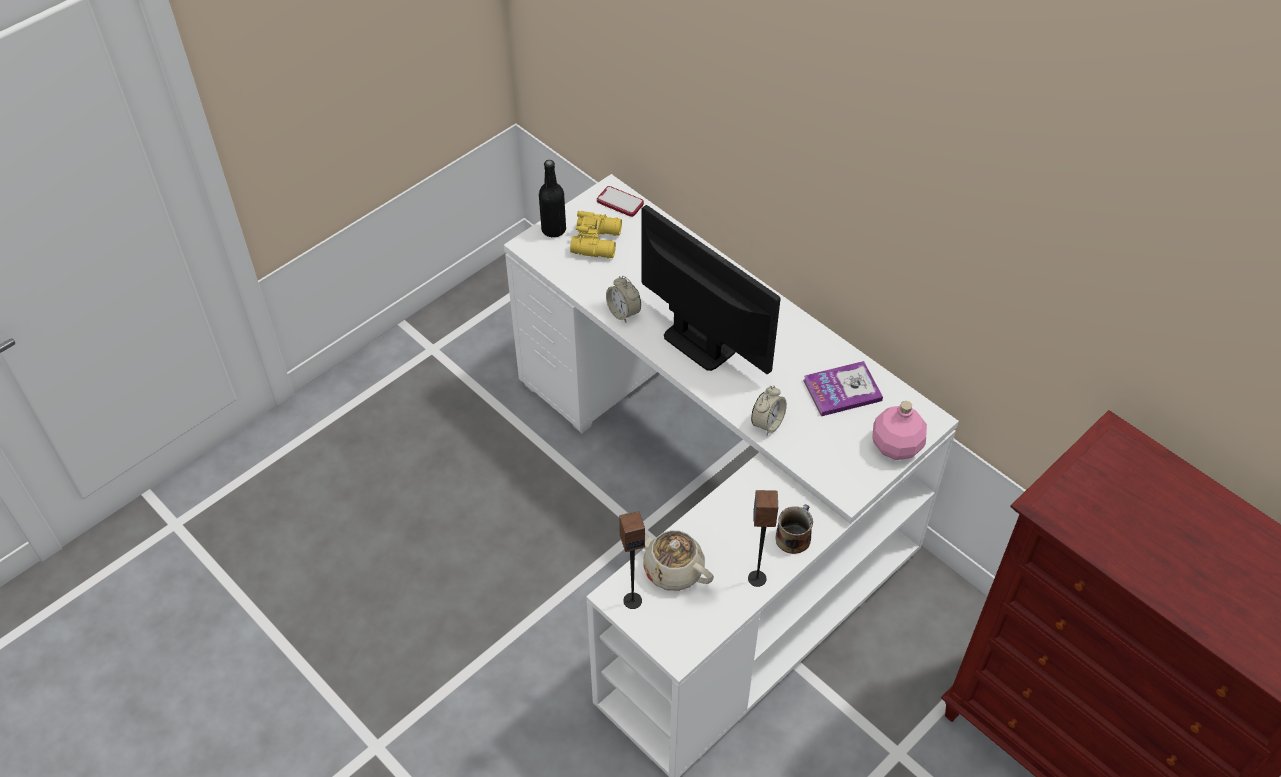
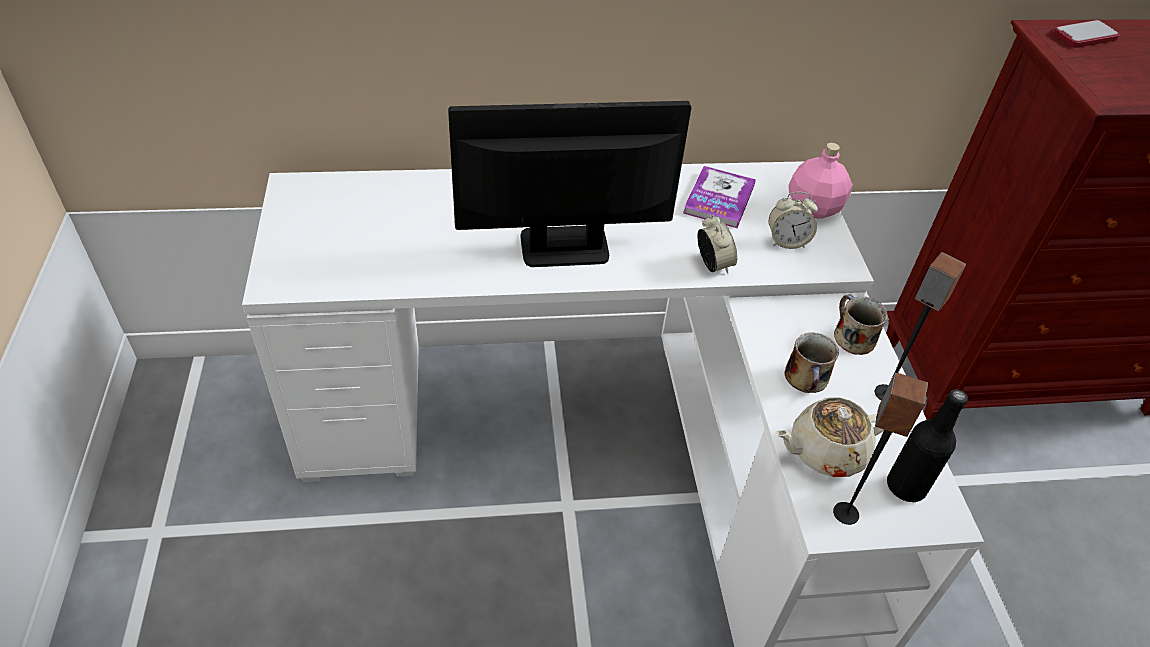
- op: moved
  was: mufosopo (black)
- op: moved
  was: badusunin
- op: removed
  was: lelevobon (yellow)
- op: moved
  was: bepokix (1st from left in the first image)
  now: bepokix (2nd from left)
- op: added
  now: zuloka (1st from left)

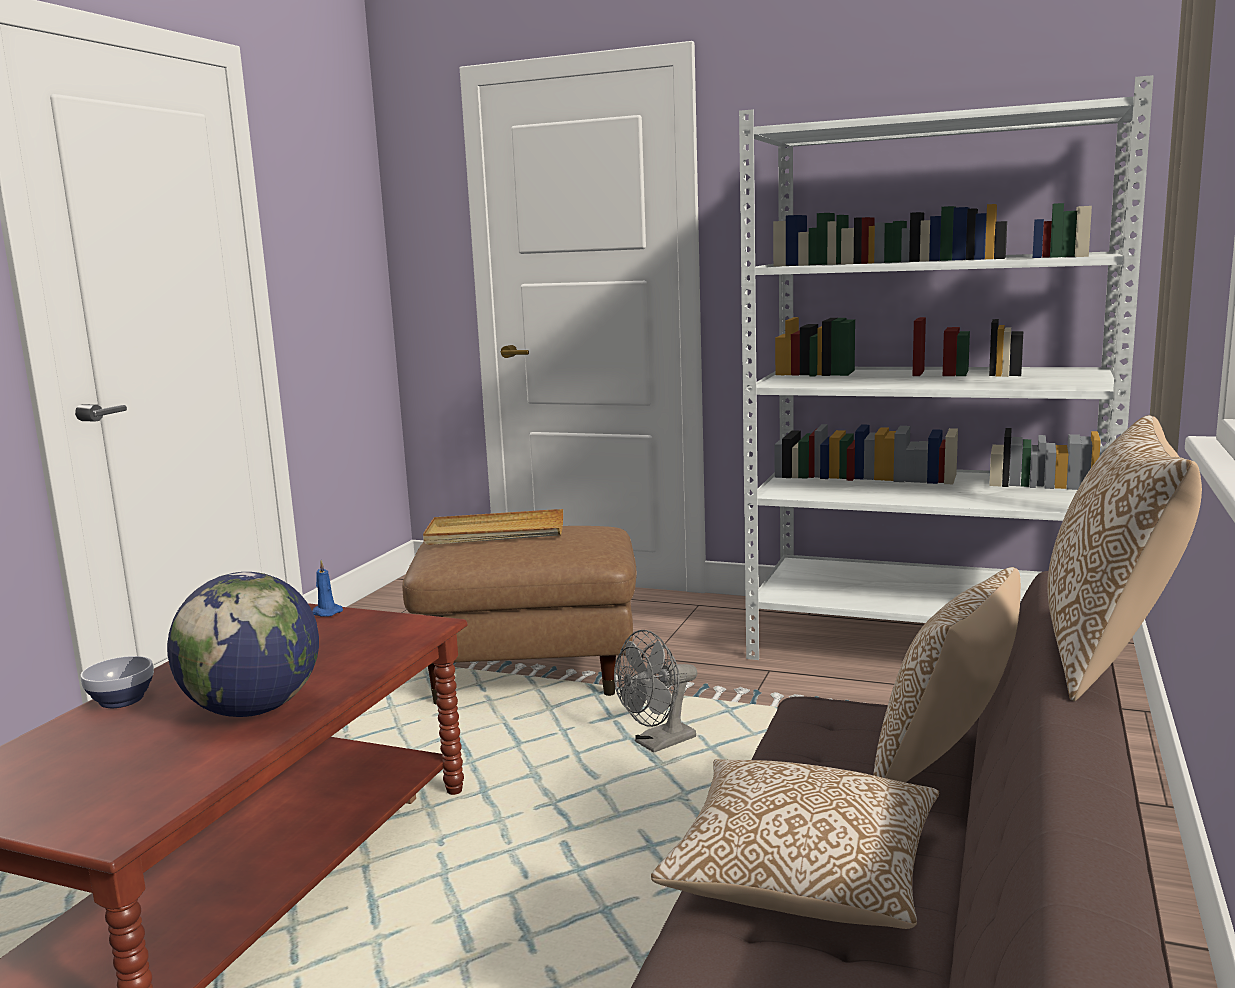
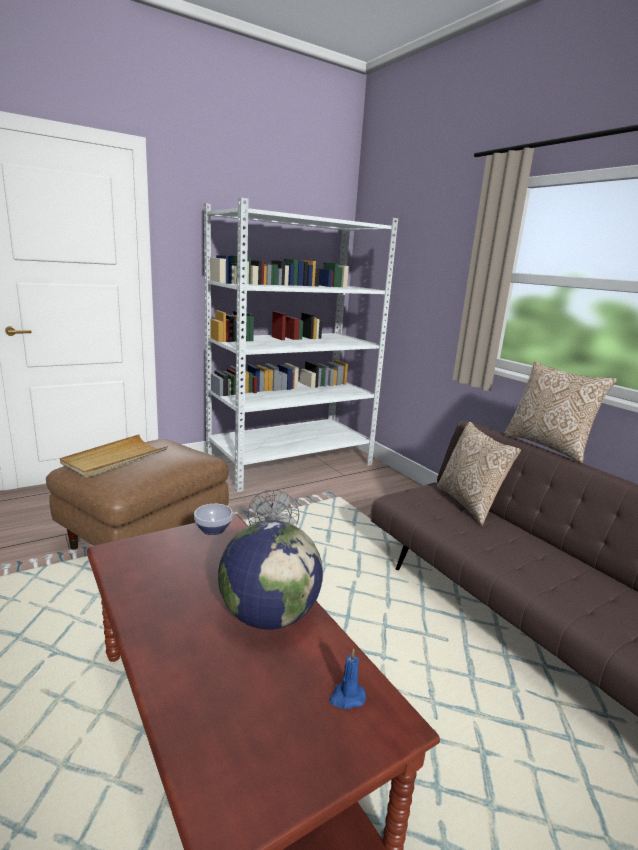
- op: moved
  was: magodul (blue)
- op: moved
  was: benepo
- op: removed
  was: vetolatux (1st from left)

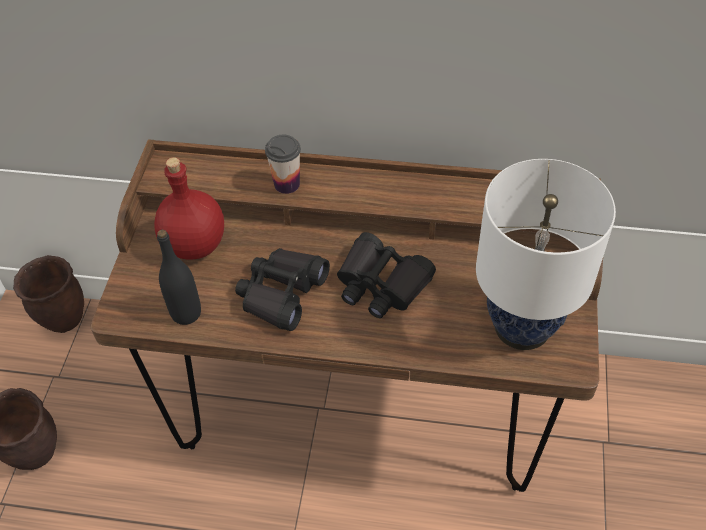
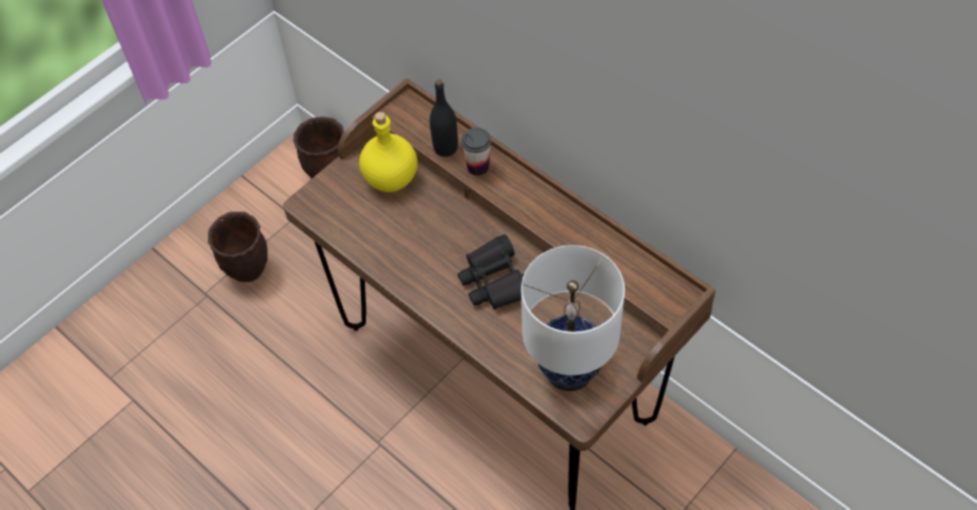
- op: recoloured
  was: mufosopo (red)
  now: mufosopo (yellow)
- op: moved
  was: mufosopo (black)
- op: removed
  was: lelevobon (black) (1st from left)

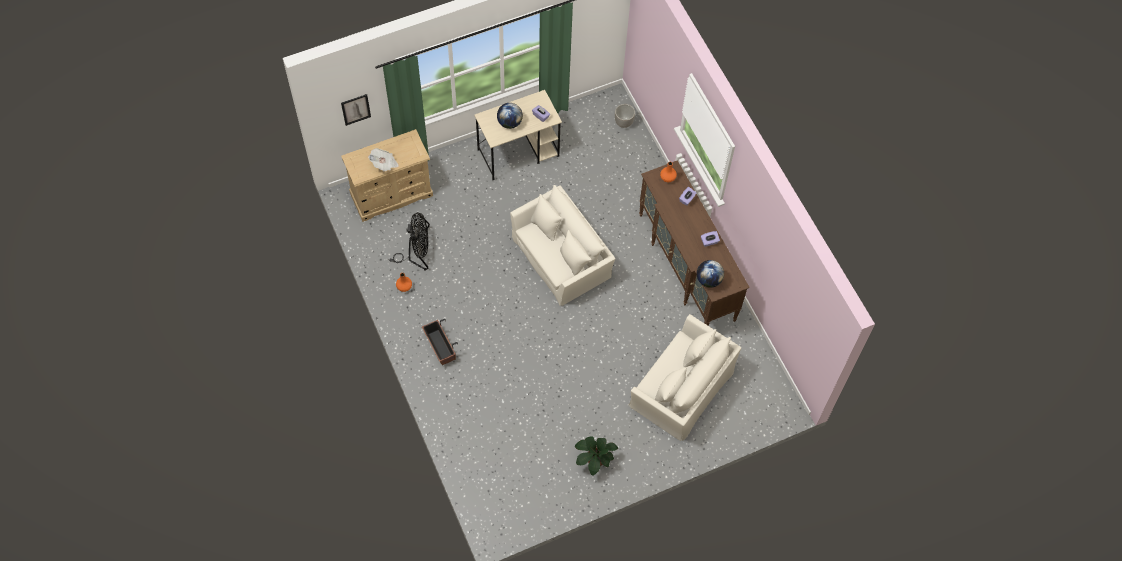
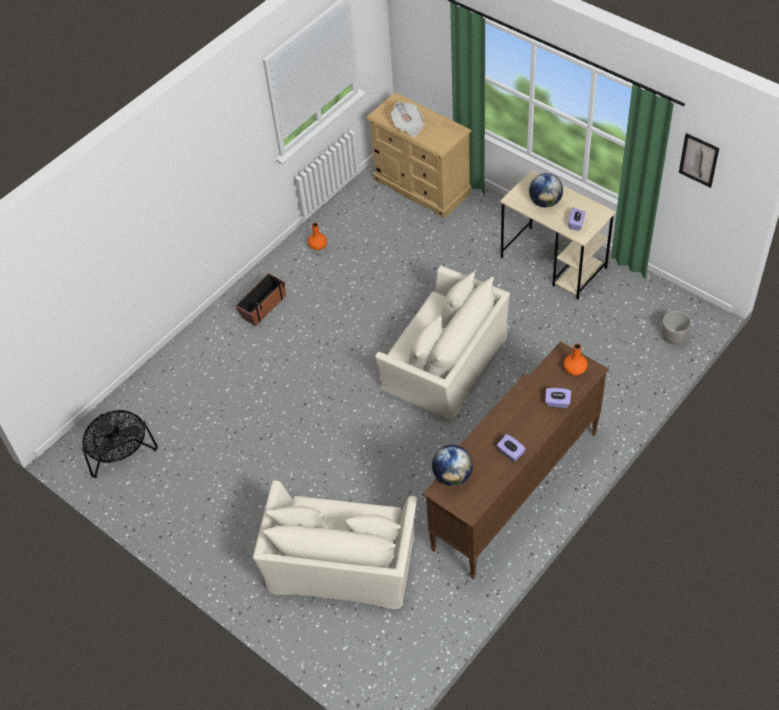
- op: moved
  was: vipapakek
- op: moved
  was: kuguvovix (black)
- op: removed
  was: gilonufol

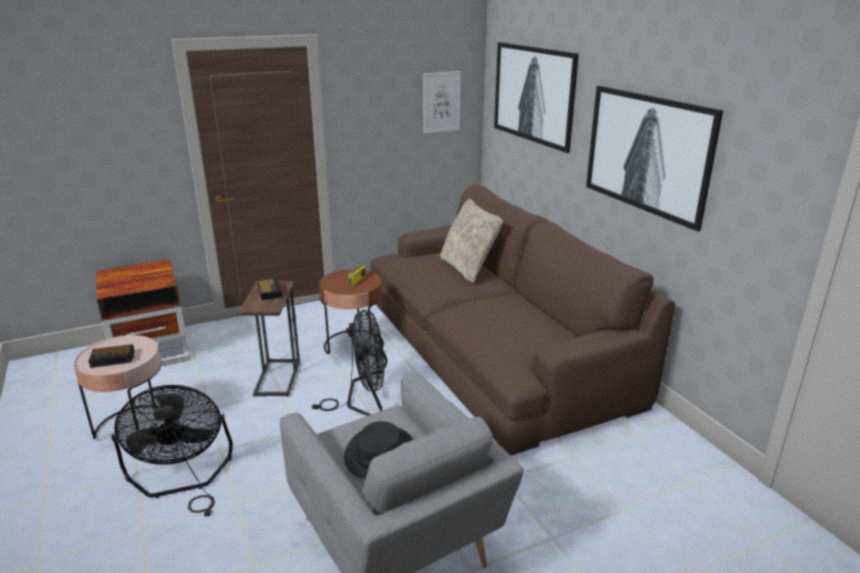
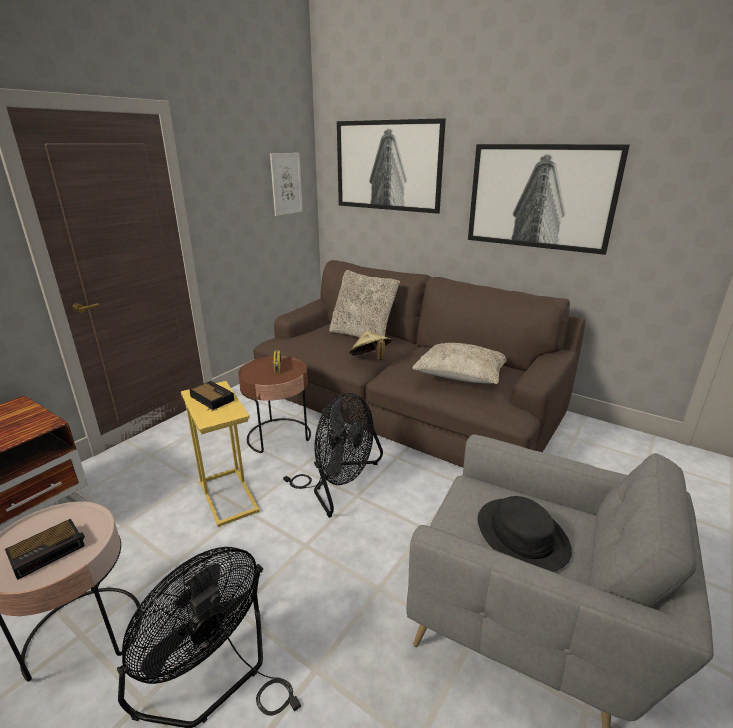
- op: recoloured
  was: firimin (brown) (1st from left)
  now: firimin (yellow)
- op: turned
  was: kuguvovix (black) (2nd from left)
  clockwise: 60
- op: added
  now: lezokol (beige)
- op: added
  now: vetolatux (beige) (2nd from left)

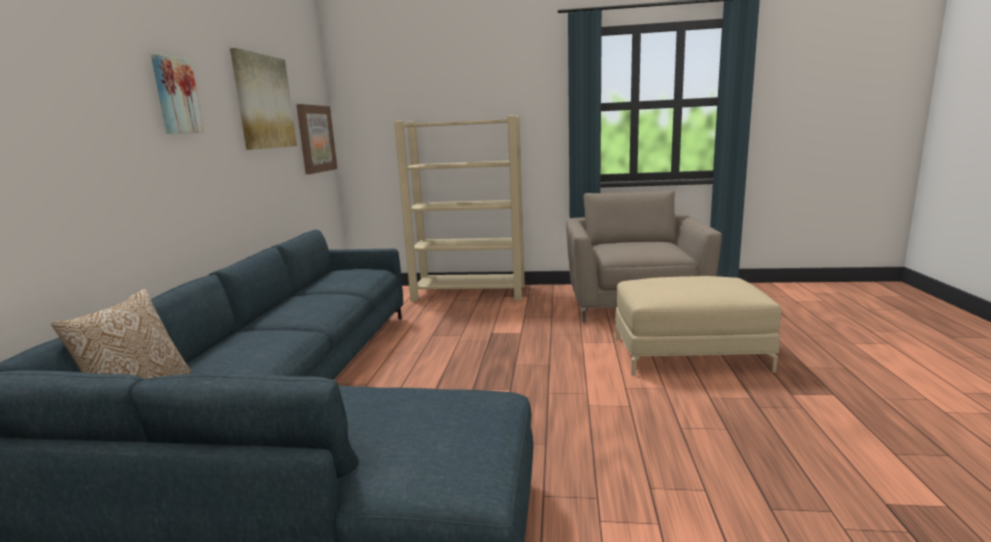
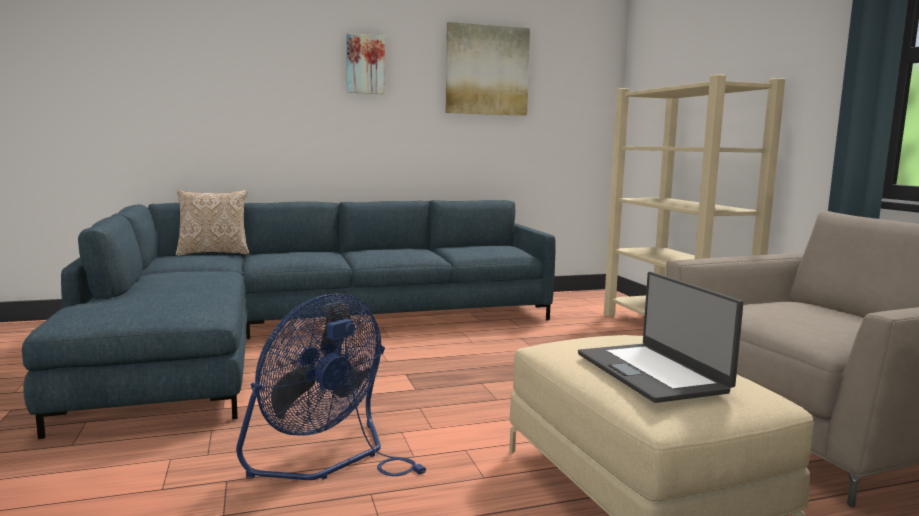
- op: removed
  was: vipapakek (3rd from left)
- op: added
  now: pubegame
- op: added
  now: kuguvovix (blue)

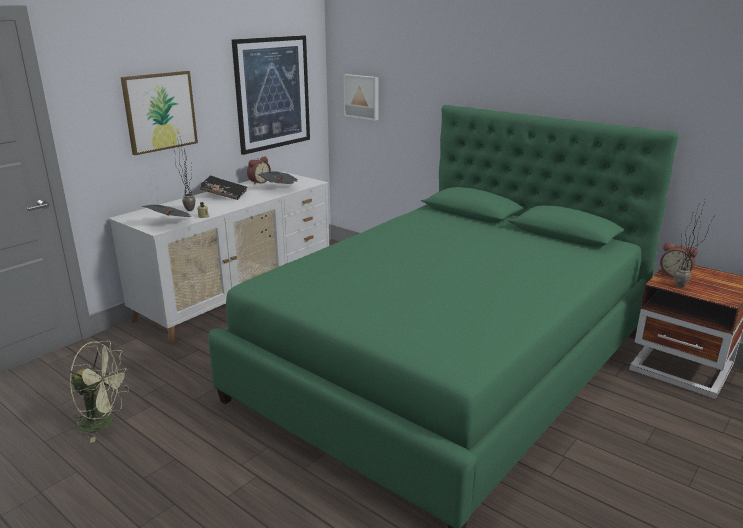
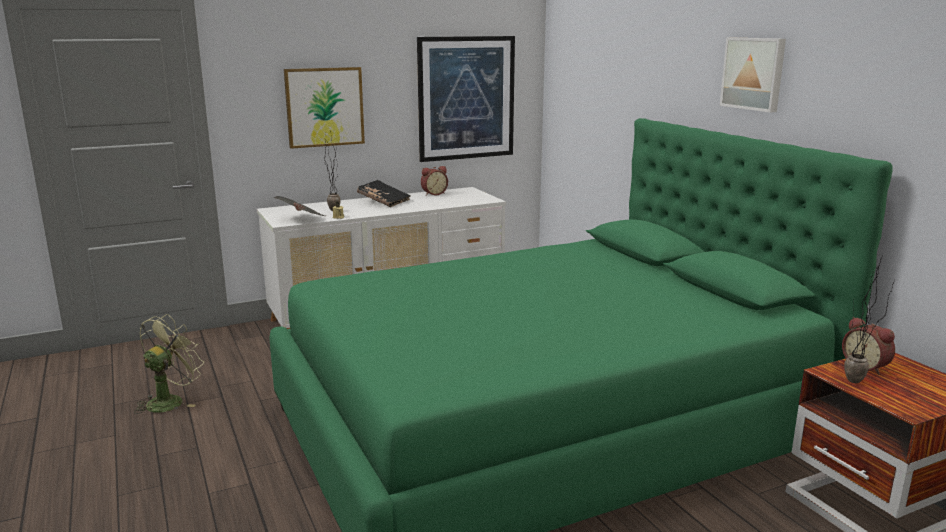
- op: moved
  was: vipapakek (3rd from left)
- op: removed
  was: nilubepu (2nd from left)
- op: turned
  was: kuguvovix (green)
  clockwise: -90

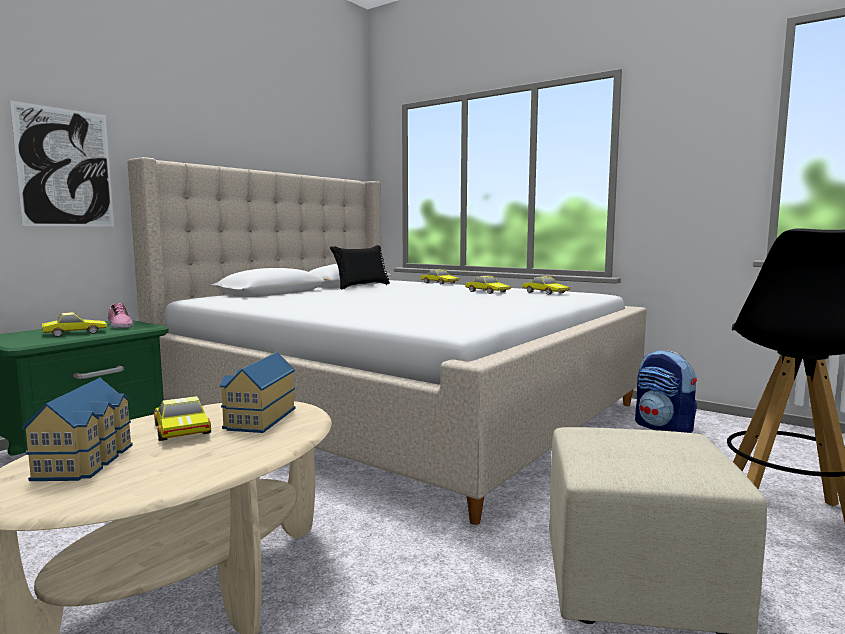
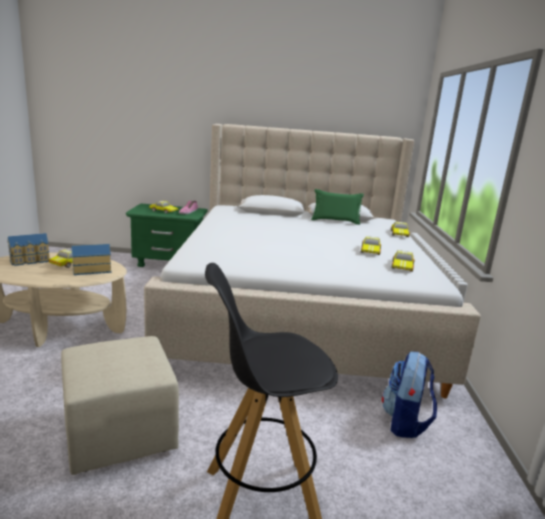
- op: removed
  was: vipapakek
- op: recoloured
  was: vetolatux (black)
  now: vetolatux (green)

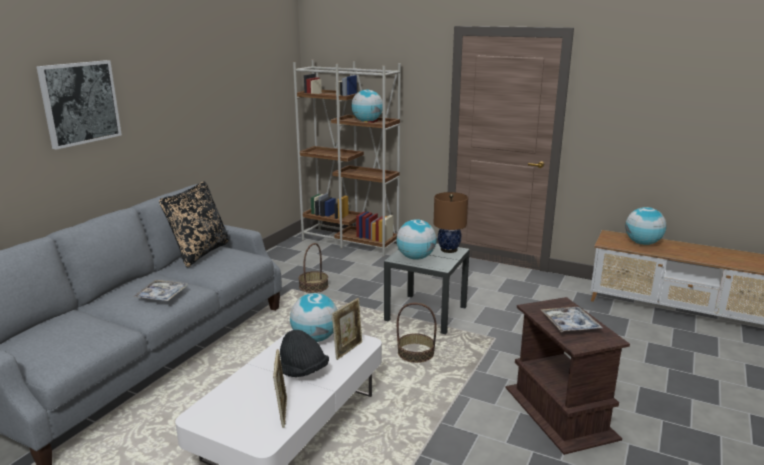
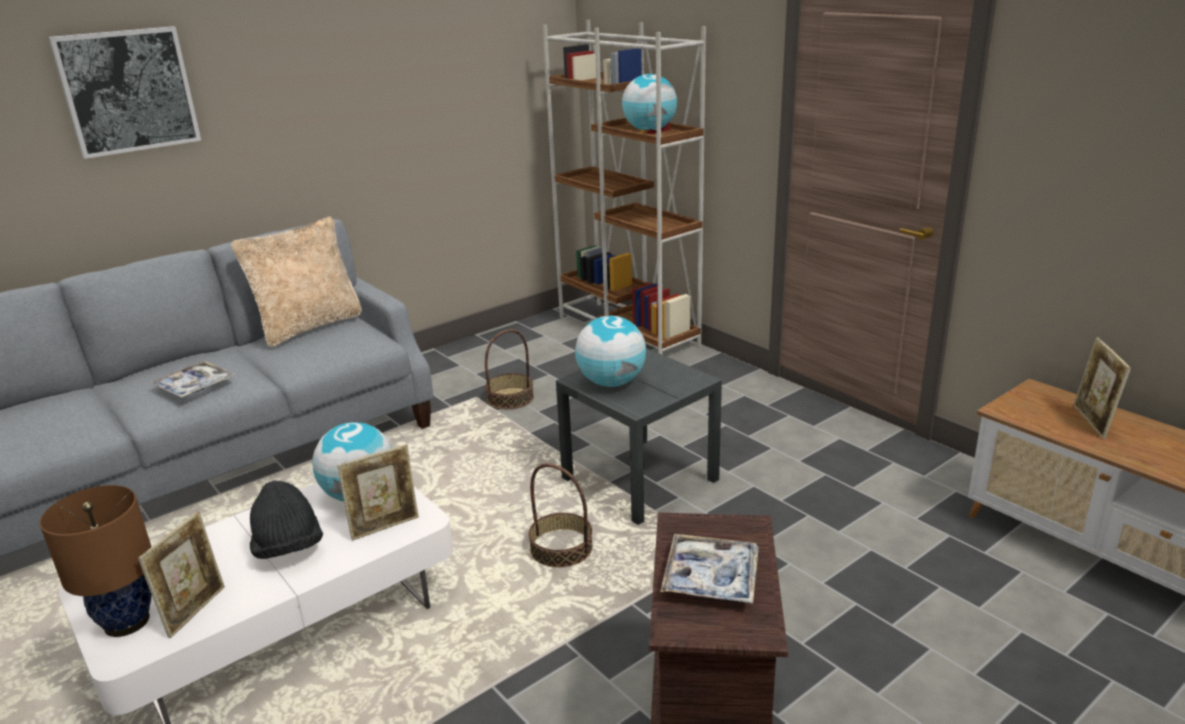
- op: recoloured
  was: vetolatux (black)
  now: vetolatux (beige)
- op: moved
  was: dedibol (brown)
- op: replaced
  was: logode (4th from left)
  now: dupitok (3rd from left)

